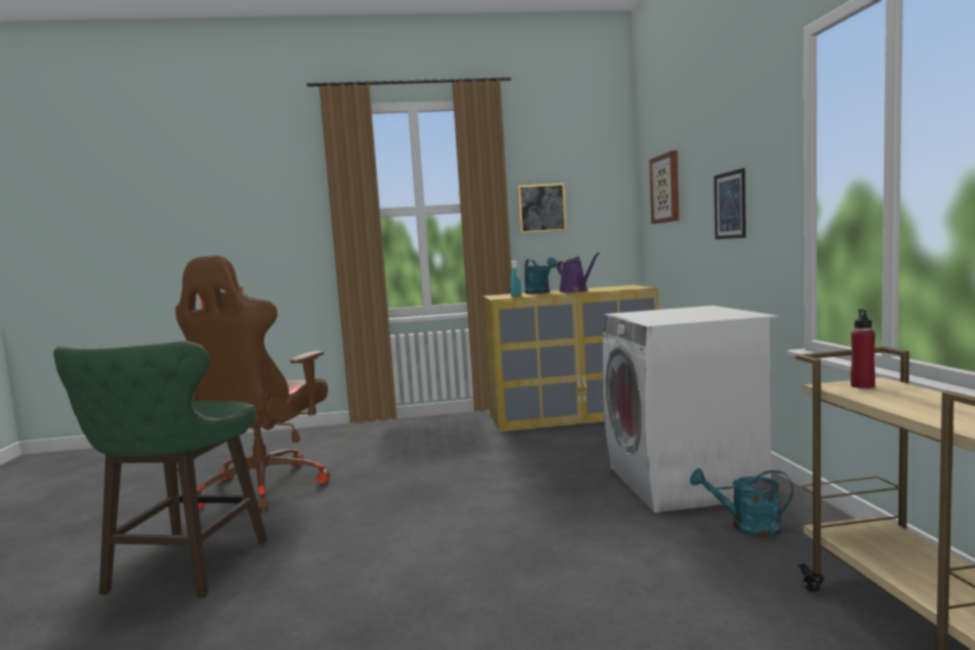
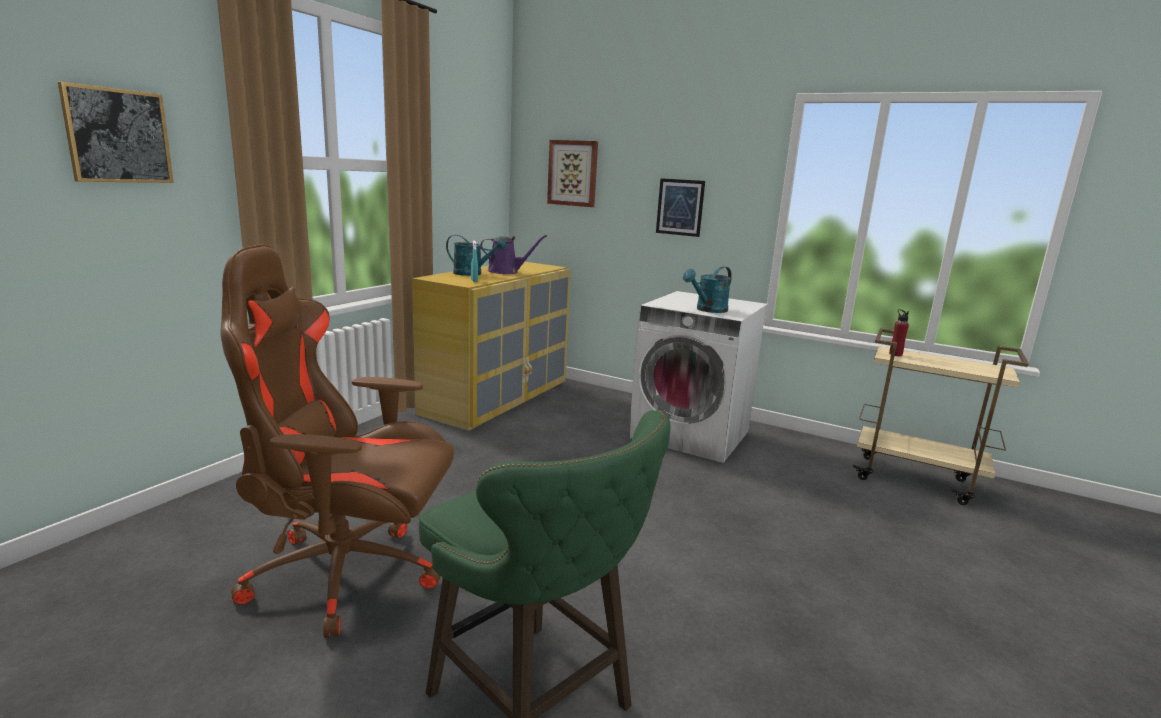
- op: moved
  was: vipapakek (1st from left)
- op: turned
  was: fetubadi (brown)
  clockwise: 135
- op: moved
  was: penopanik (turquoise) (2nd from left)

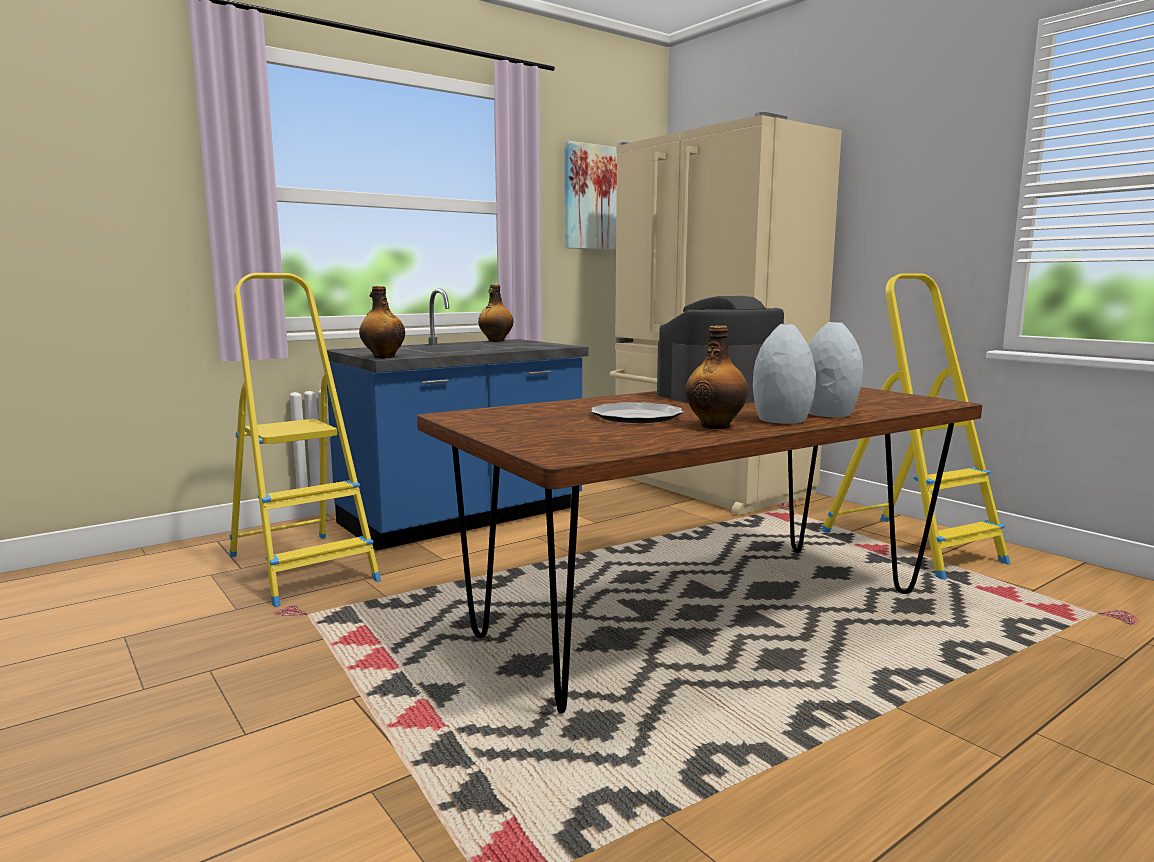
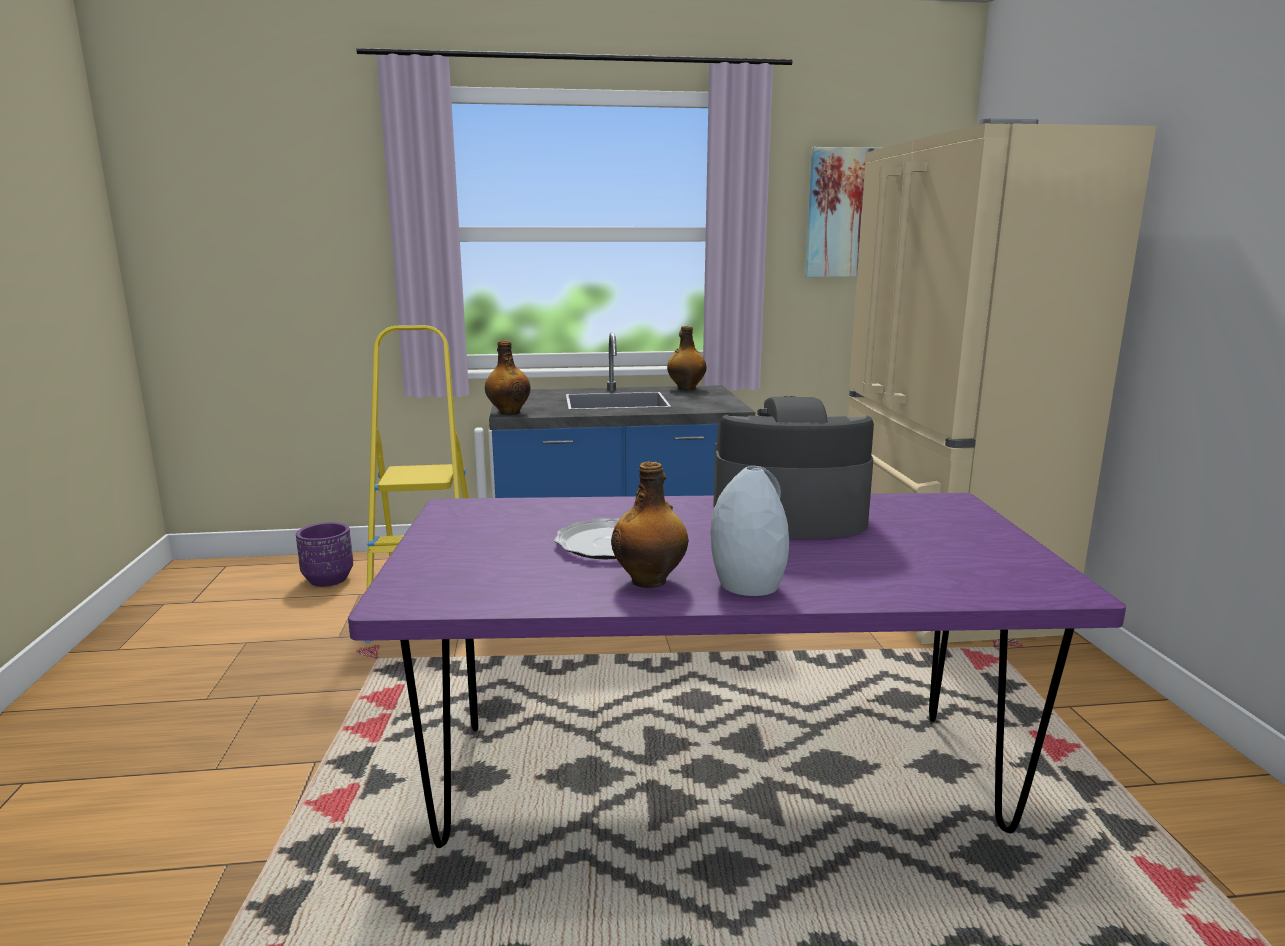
- op: removed
  was: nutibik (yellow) (2nd from left)
- op: removed
  was: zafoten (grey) (2nd from left)
- op: recoloured
  was: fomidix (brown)
  now: fomidix (purple)
- op: added
  now: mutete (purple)

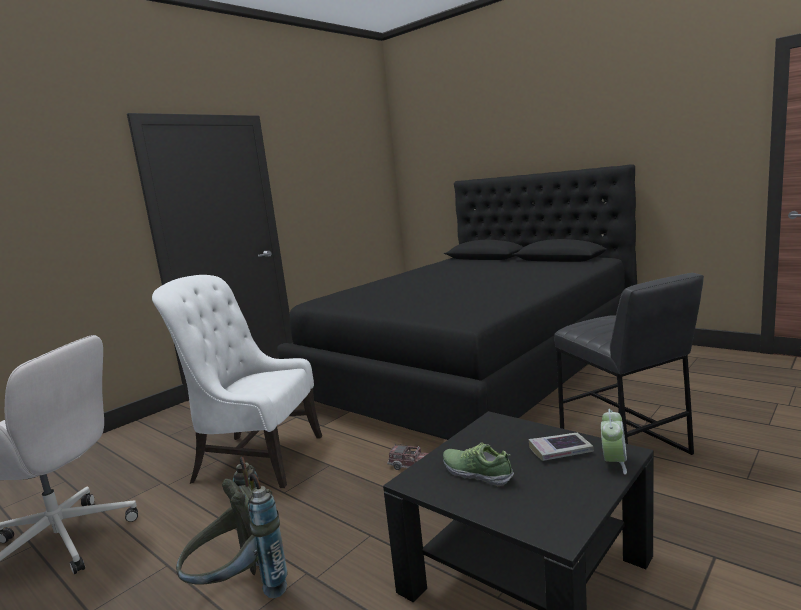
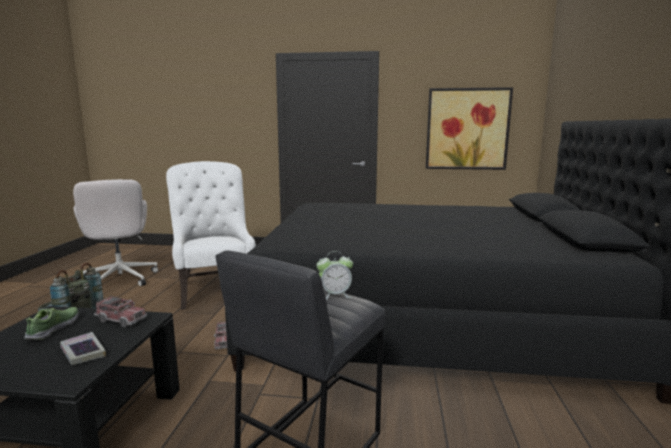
- op: moved
  was: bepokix
- op: added
  now: vipapakek
- op: added
  now: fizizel (1st from left)

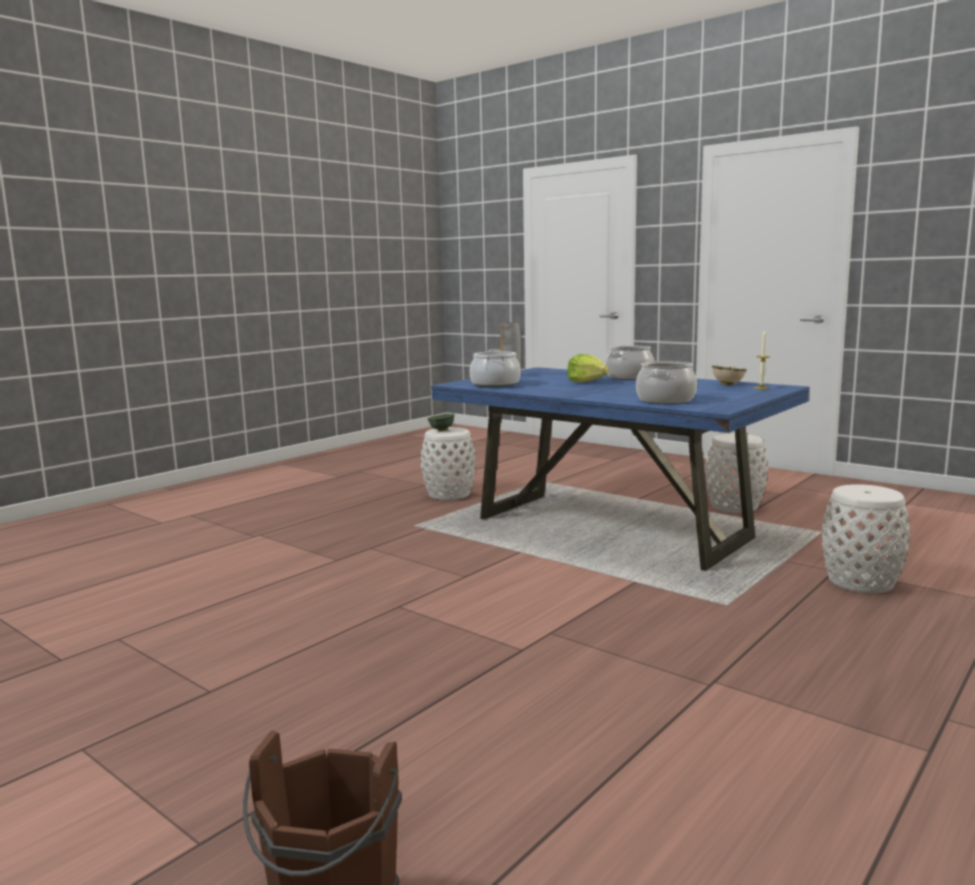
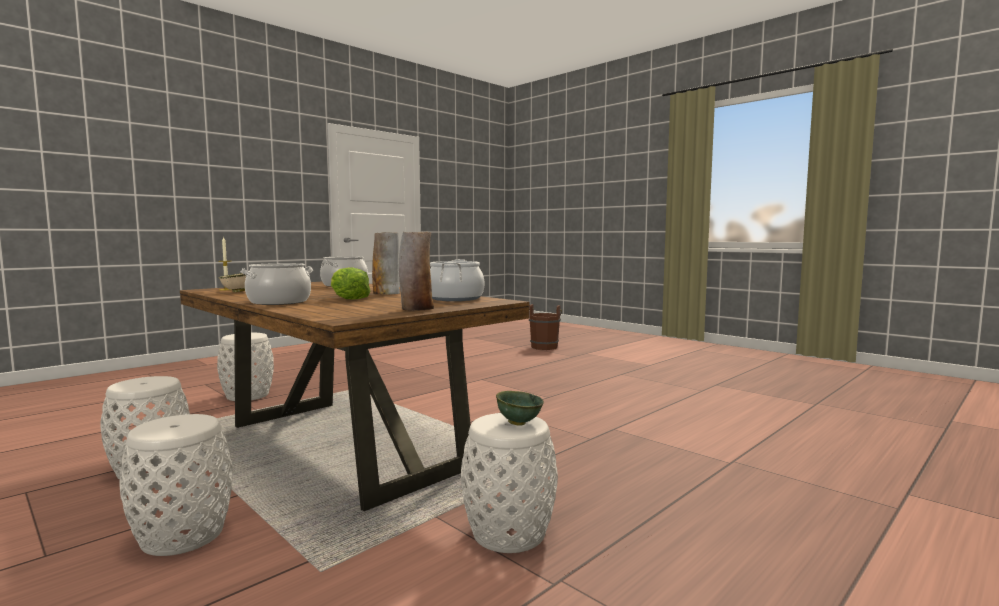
- op: recoloured
  was: fomidix (blue)
  now: fomidix (brown)
- op: added
  now: zafoten (1st from left)
- op: added
  now: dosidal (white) (2nd from left)

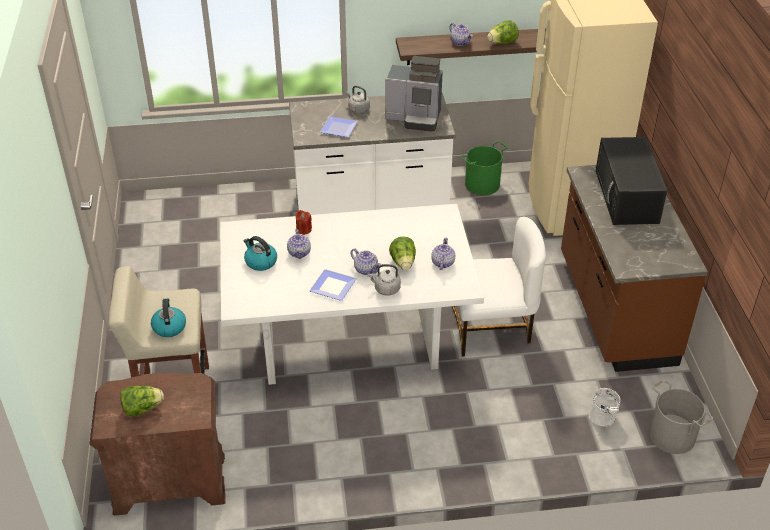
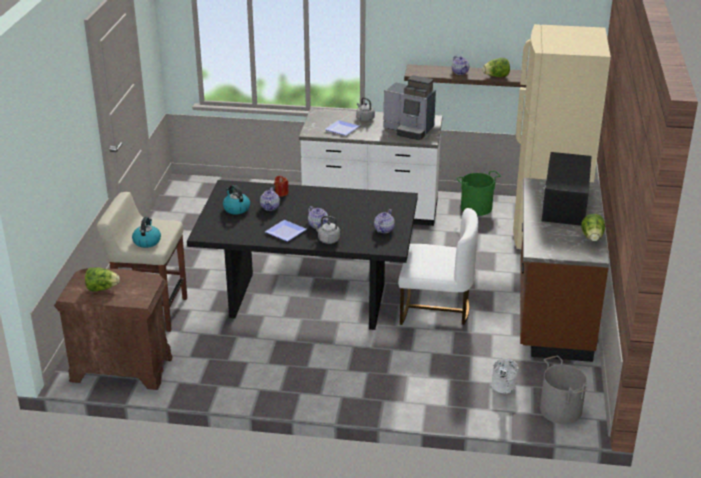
- op: recoloured
  was: fomidix (white)
  now: fomidix (black)
- op: moved
  was: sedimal (2nd from left in the first image)
  now: sedimal (3rd from left)

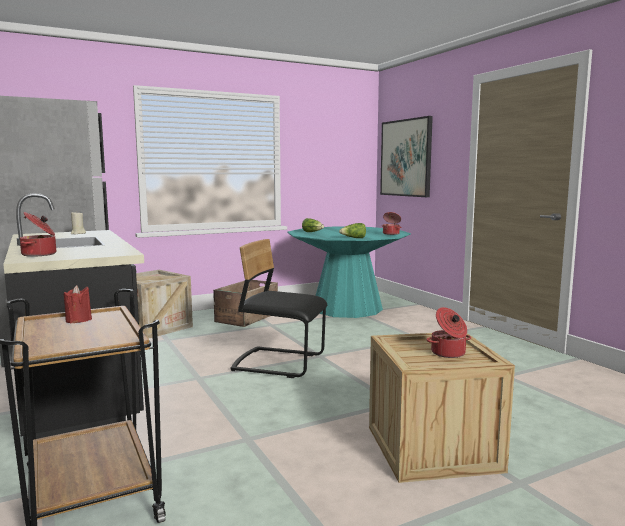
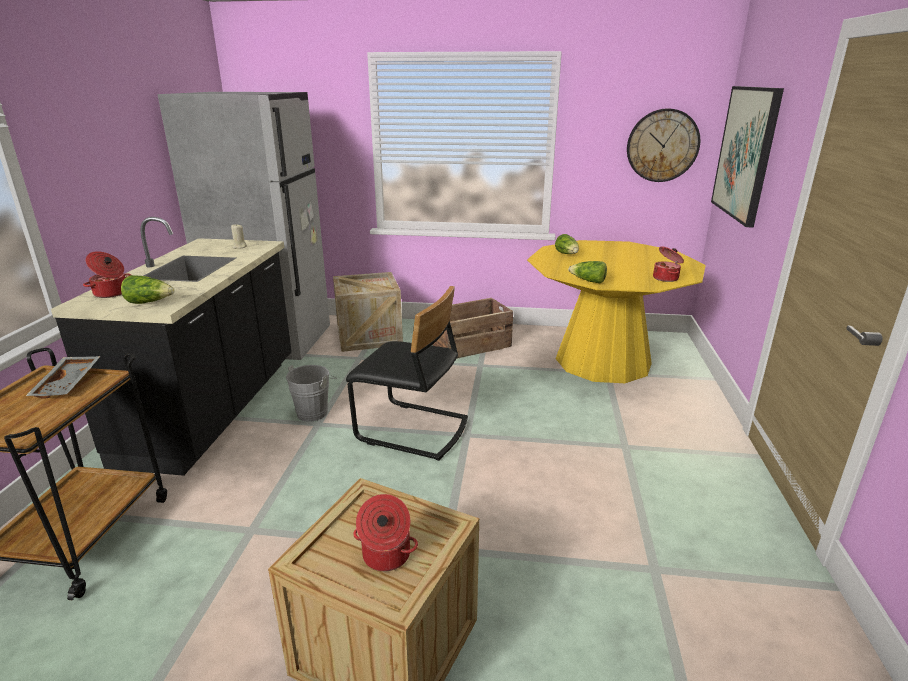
- op: recoloured
  was: fomidix (turquoise)
  now: fomidix (yellow)
- op: turned
  was: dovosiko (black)
  clockwise: 150
- op: replaced
  was: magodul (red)
  now: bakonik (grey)
- op: added
  now: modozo
- op: added
  now: sedimal (1st from left)
- op: added
  now: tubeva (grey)

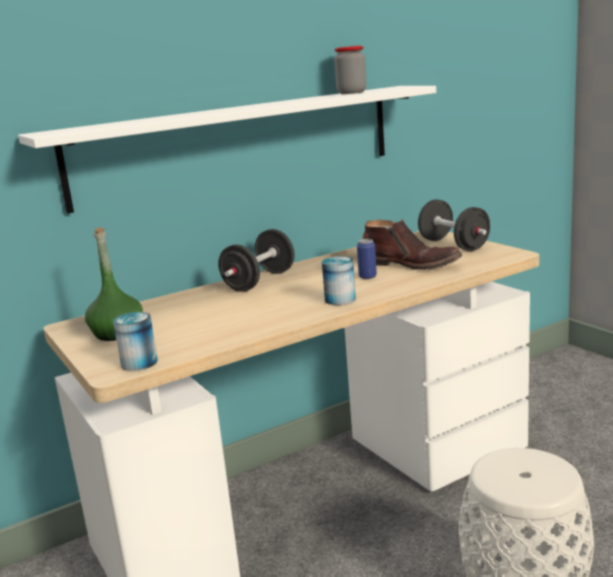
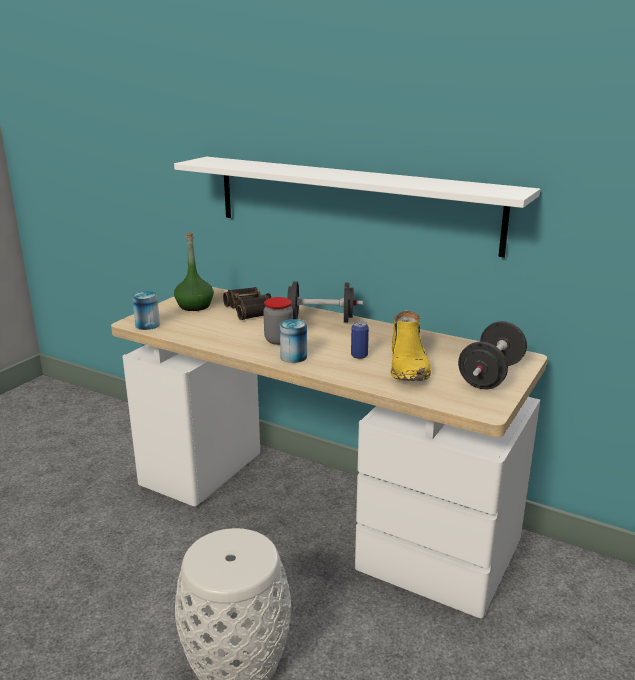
- op: moved
  was: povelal
- op: recoloured
  was: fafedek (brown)
  now: fafedek (yellow)
- op: added
  now: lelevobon

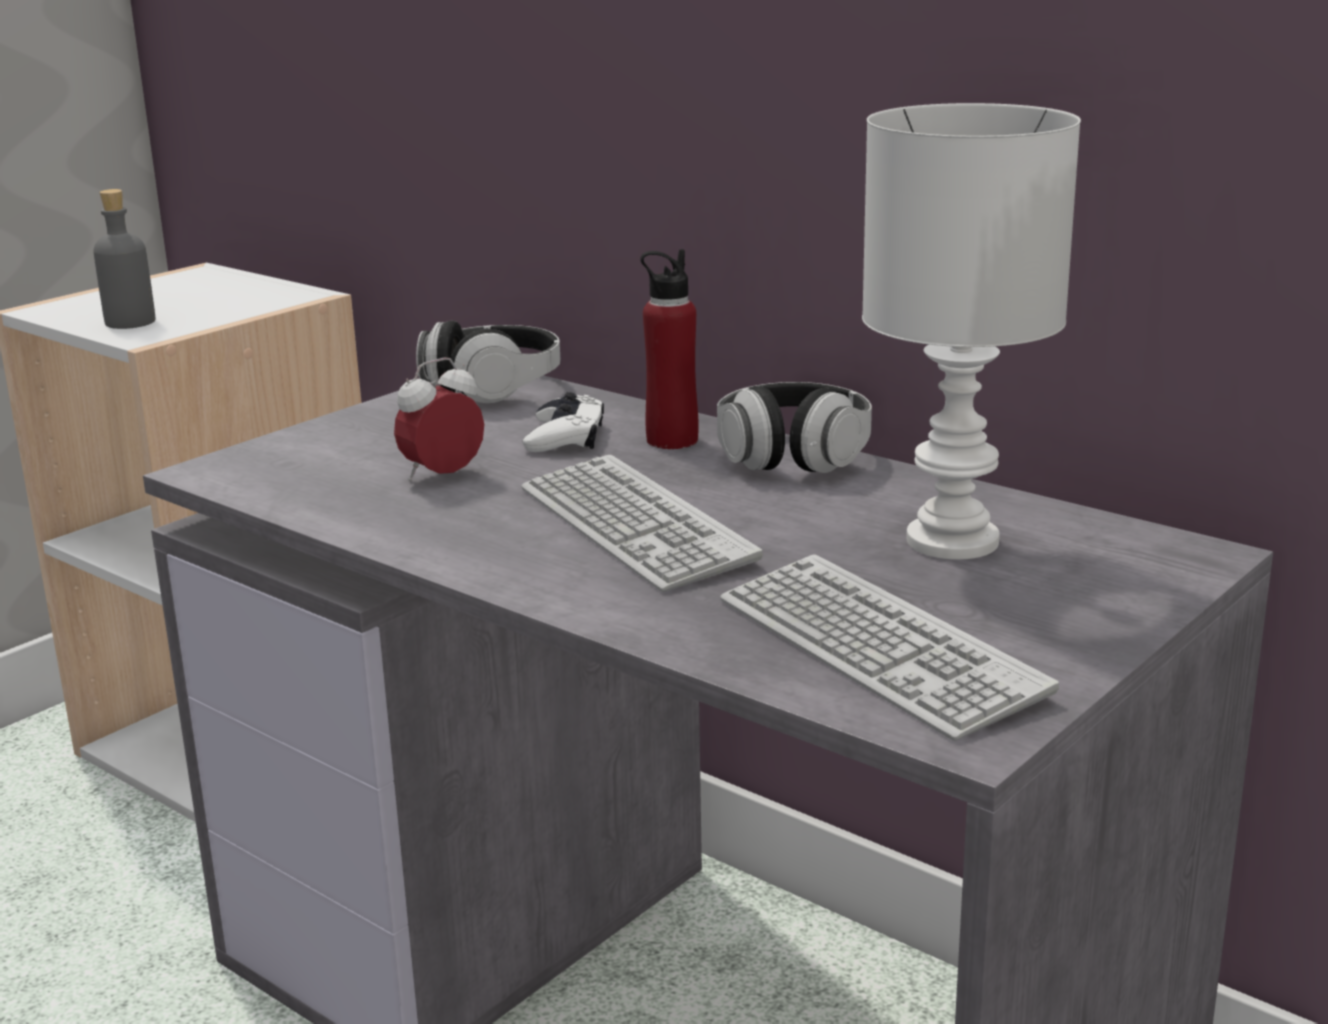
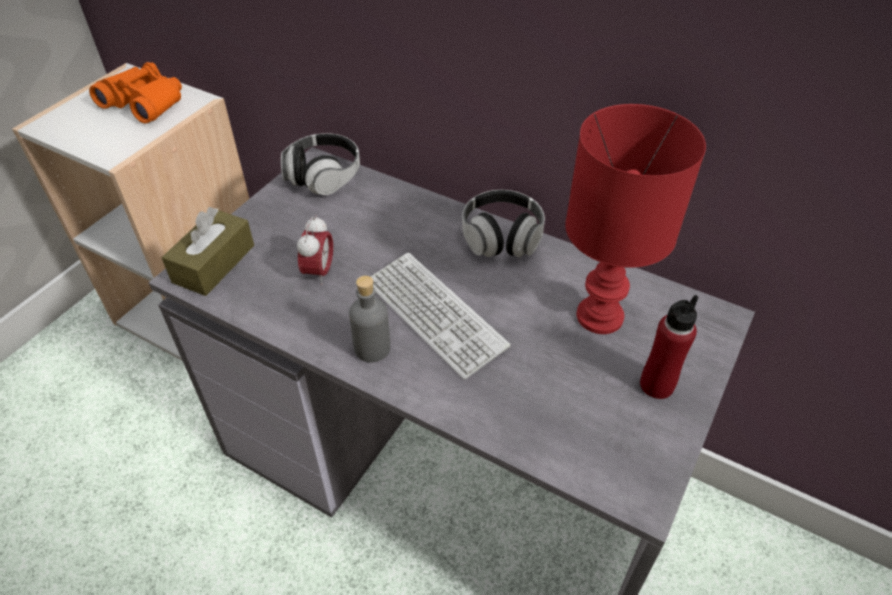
- op: recoloured
  was: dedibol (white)
  now: dedibol (red)
- op: moved
  was: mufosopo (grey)
- op: moved
  was: mufosopo (red)
- op: turned
  was: bepokix
  clockwise: 150
- op: removed
  was: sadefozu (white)
- op: removed
  was: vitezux (2nd from left)
- op: added
  now: lelevobon (orange)
- op: added
  now: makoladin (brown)

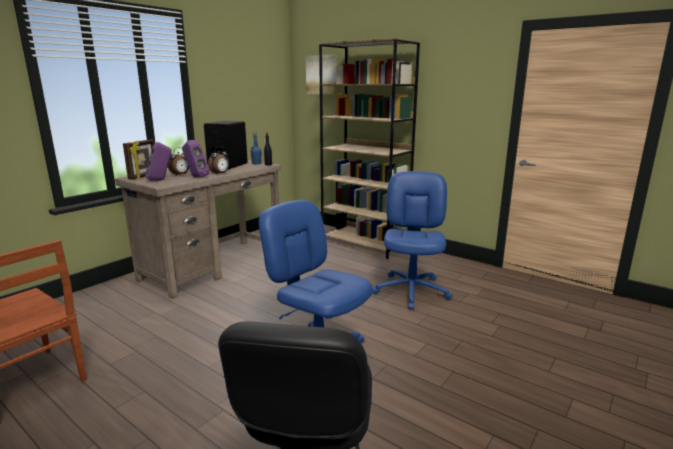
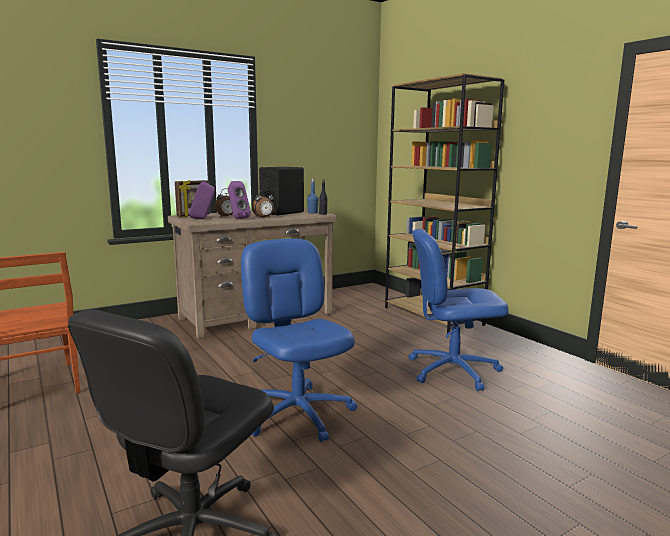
- op: removed
  was: vipapakek
- op: turned
  was: fetubadi (blue) (2nd from left)
  clockwise: -120

